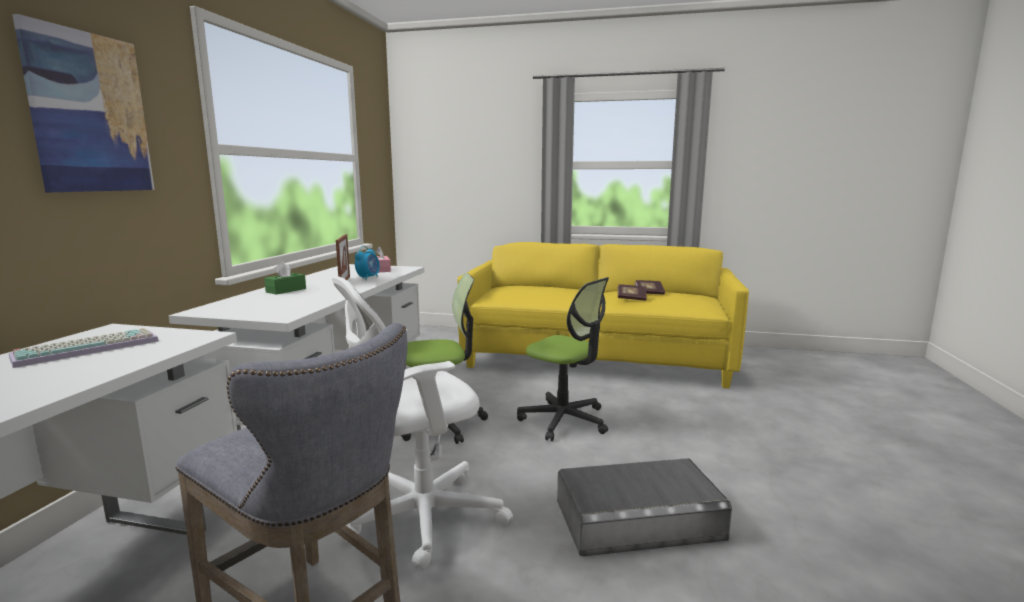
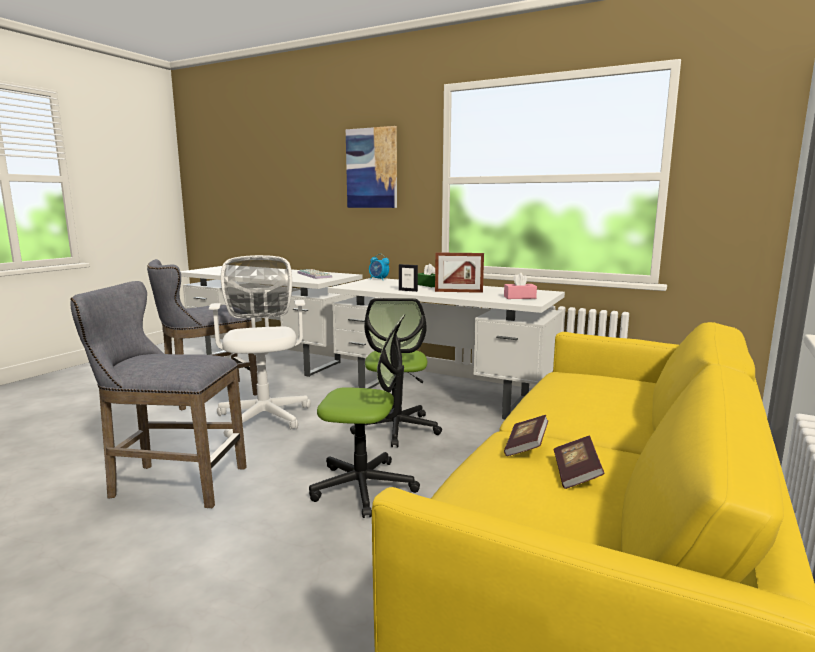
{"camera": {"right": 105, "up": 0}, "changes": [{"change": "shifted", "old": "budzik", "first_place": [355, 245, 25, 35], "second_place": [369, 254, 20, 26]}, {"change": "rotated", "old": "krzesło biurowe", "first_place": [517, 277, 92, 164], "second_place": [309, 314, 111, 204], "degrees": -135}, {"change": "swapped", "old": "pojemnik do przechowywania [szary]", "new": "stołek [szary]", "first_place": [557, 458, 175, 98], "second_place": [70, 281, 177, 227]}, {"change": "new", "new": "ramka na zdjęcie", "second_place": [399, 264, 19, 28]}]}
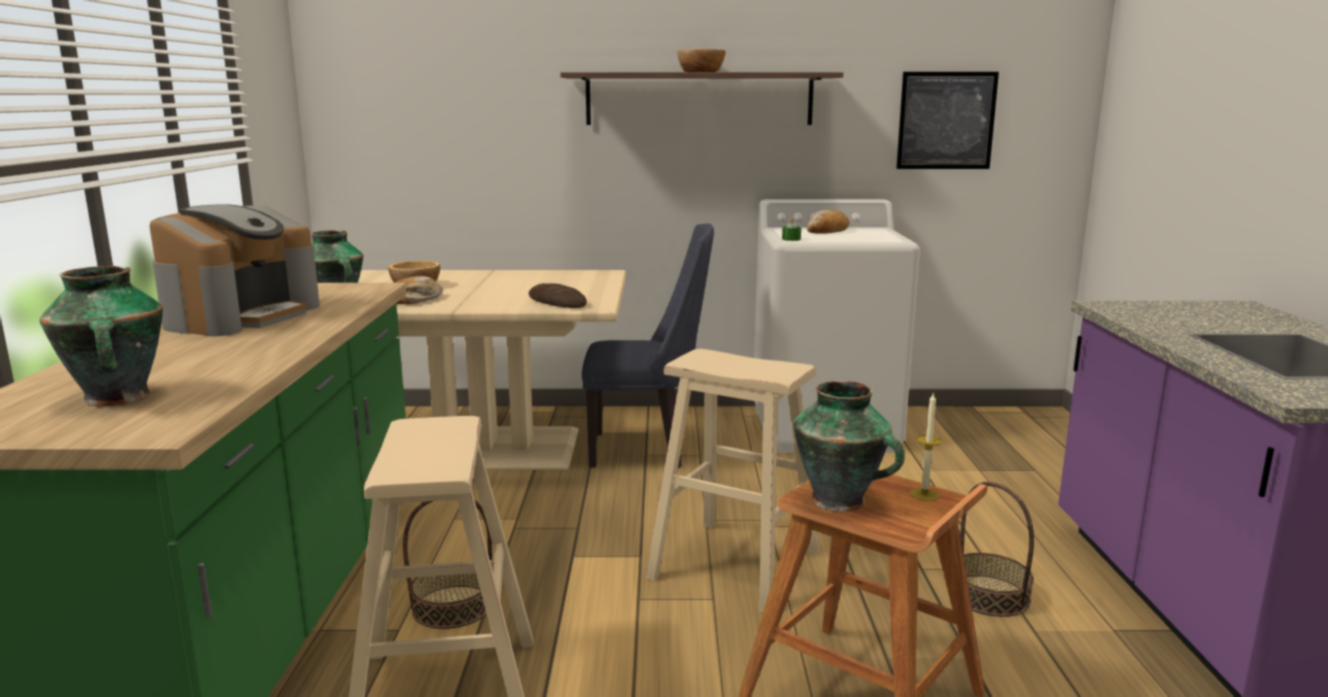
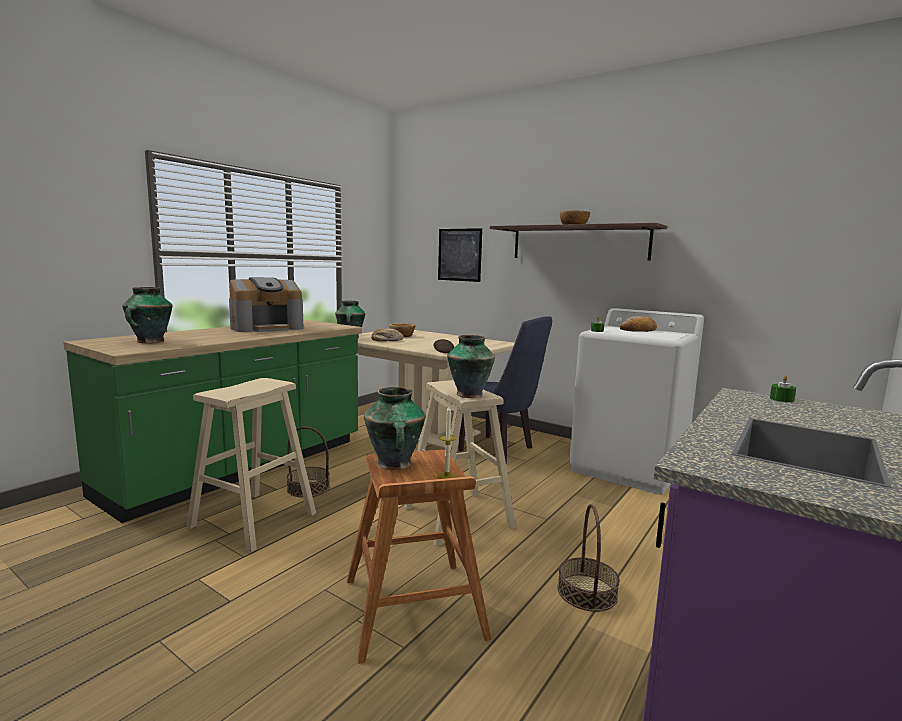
{"camera": {"right": 35, "up": -5}, "changes": [{"change": "shifted", "old": "obraz", "first_place": [896, 72, 103, 97], "second_place": [438, 228, 44, 54]}, {"change": "new", "new": "wazon", "second_place": [447, 335, 48, 63]}, {"change": "new", "new": "świeca [zielony]", "second_place": [770, 375, 26, 27]}]}
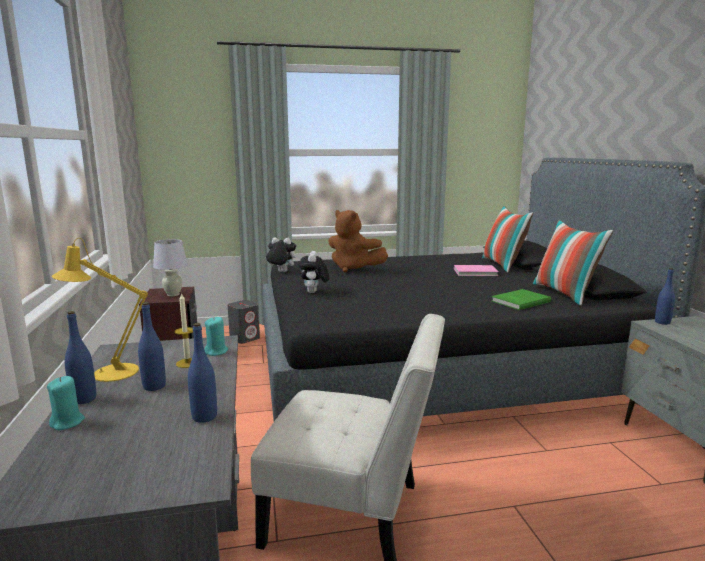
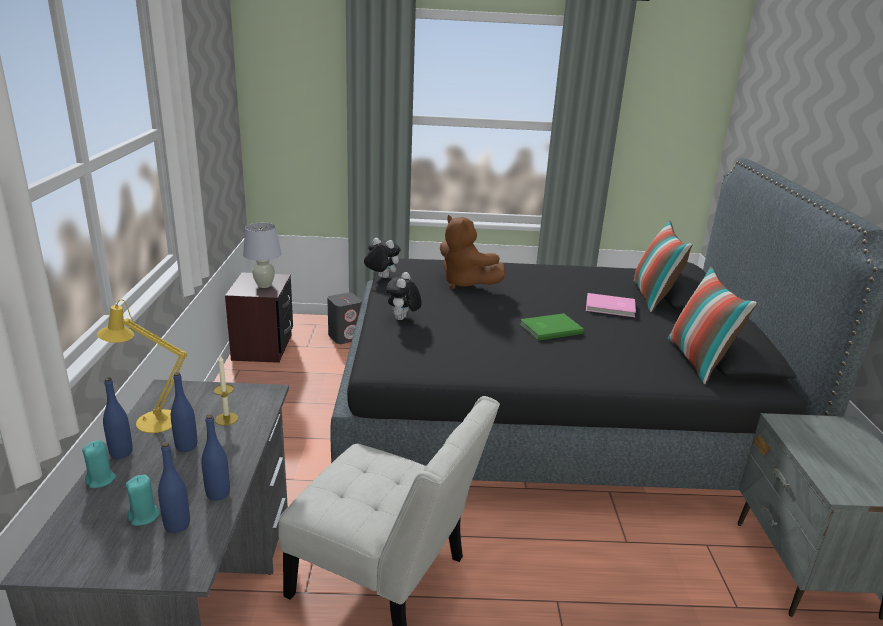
{"camera": {"right": 10, "up": 10}, "changes": [{"change": "shifted", "old": "butelka [niebieski]", "first_place": [655, 268, 20, 57], "second_place": [158, 442, 32, 91]}, {"change": "shifted", "old": "książka [zielony]", "first_place": [491, 289, 60, 21], "second_place": [520, 313, 64, 28]}, {"change": "shifted", "old": "świeca [turkusowy]", "first_place": [204, 317, 24, 39], "second_place": [126, 475, 34, 51]}]}
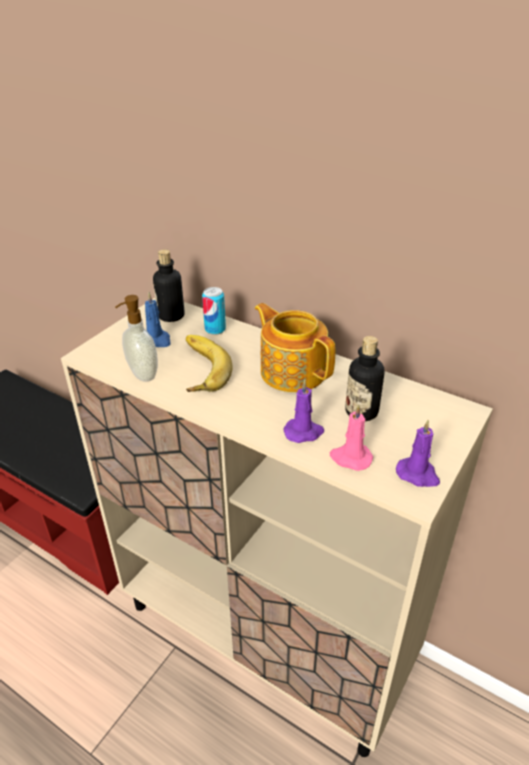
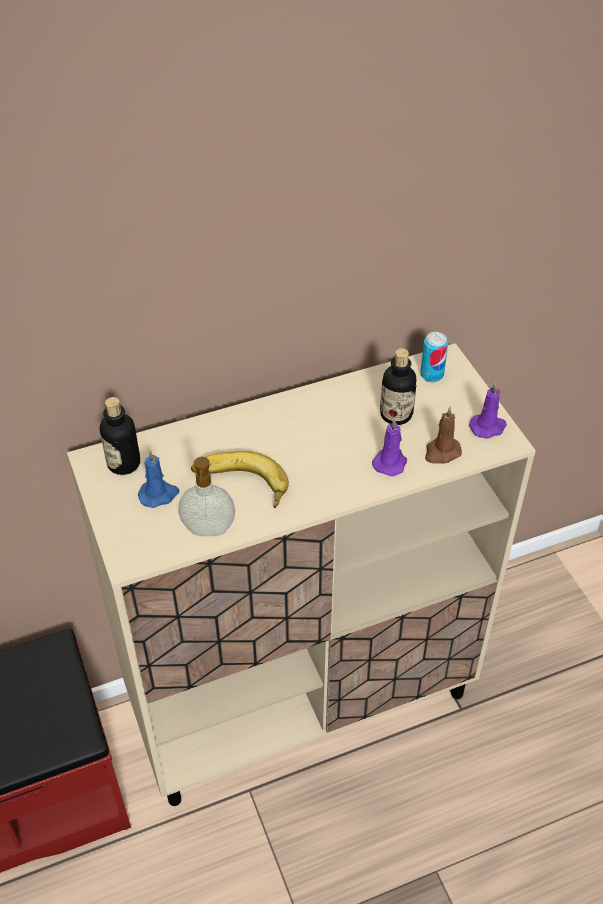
{"camera": {"right": -55, "up": 10}, "changes": [{"change": "shifted", "old": "puszka", "first_place": [202, 287, 24, 48], "second_place": [420, 332, 28, 50]}, {"change": "gone", "old": "imbryk", "first_place": [255, 303, 81, 89]}, {"change": "repainted", "old": "świeca [różowy]", "new": "świeca [brązowy]", "first_place": [330, 404, 43, 67], "second_place": [425, 407, 37, 57]}]}
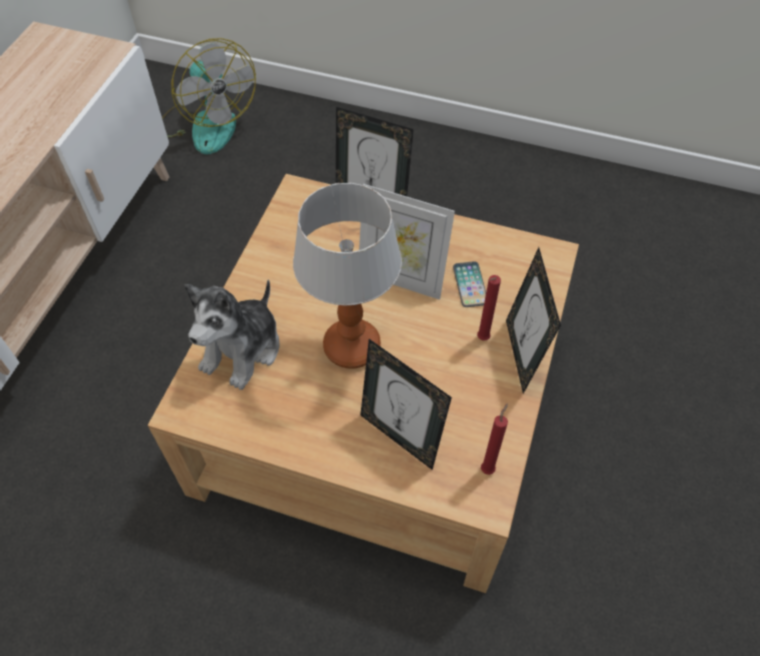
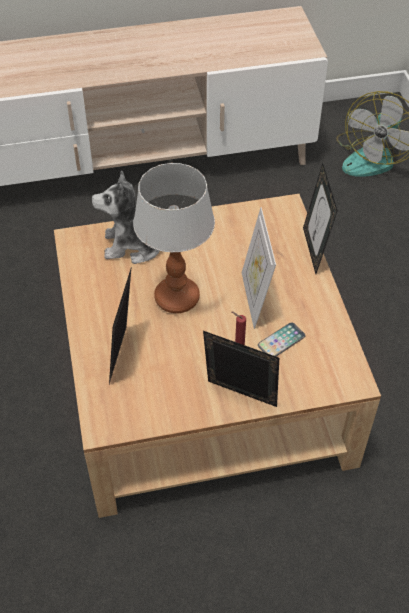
{"camera": {"right": 60, "up": -5}, "changes": [{"change": "rotated", "old": "ramka na zdjęcie", "first_place": [506, 247, 55, 147], "second_place": [203, 331, 76, 76], "degrees": 60}, {"change": "gone", "old": "świeca [czerwony]", "first_place": [481, 403, 27, 72]}]}
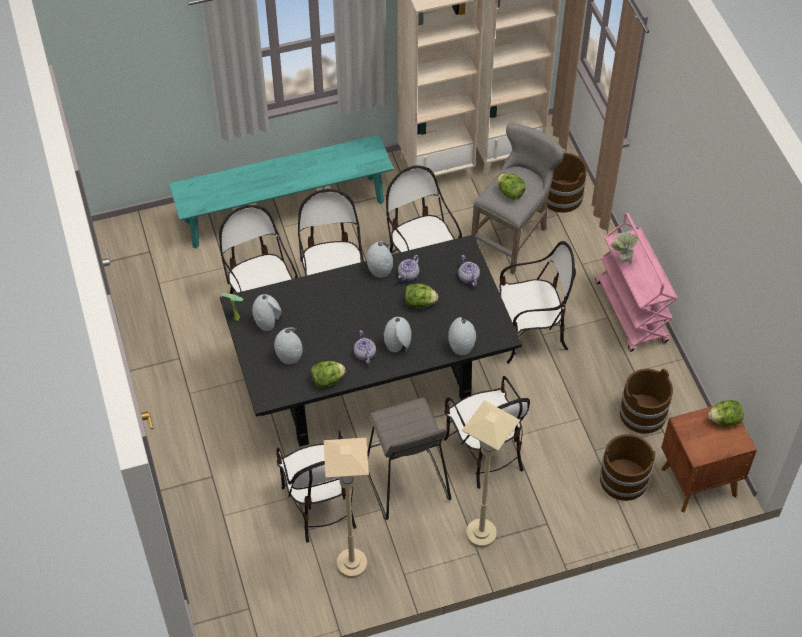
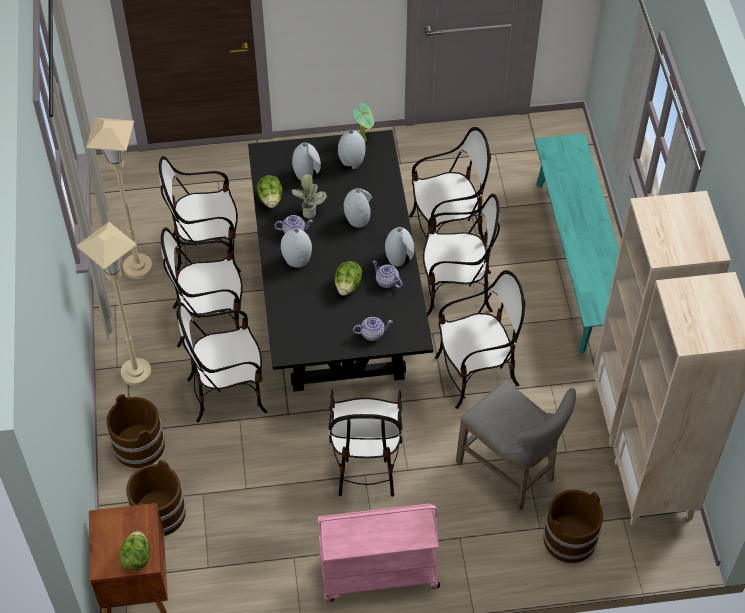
{"camera": {"right": 100, "up": 0}, "changes": [{"change": "gone", "old": "sałata", "first_place": [497, 173, 29, 27]}, {"change": "shifted", "old": "roślina doniczkowa", "first_place": [610, 231, 29, 33], "second_place": [292, 174, 35, 44]}, {"change": "shifted", "old": "wazon [szary]", "first_place": [448, 317, 28, 38], "second_place": [344, 188, 28, 40]}, {"change": "shifted", "old": "wiadro [brązowy]", "first_place": [620, 369, 53, 65], "second_place": [106, 394, 59, 74]}, {"change": "swapped", "old": "stołek [szary]", "new": "krzesło", "first_place": [367, 397, 84, 123], "second_place": [161, 227, 82, 120]}]}
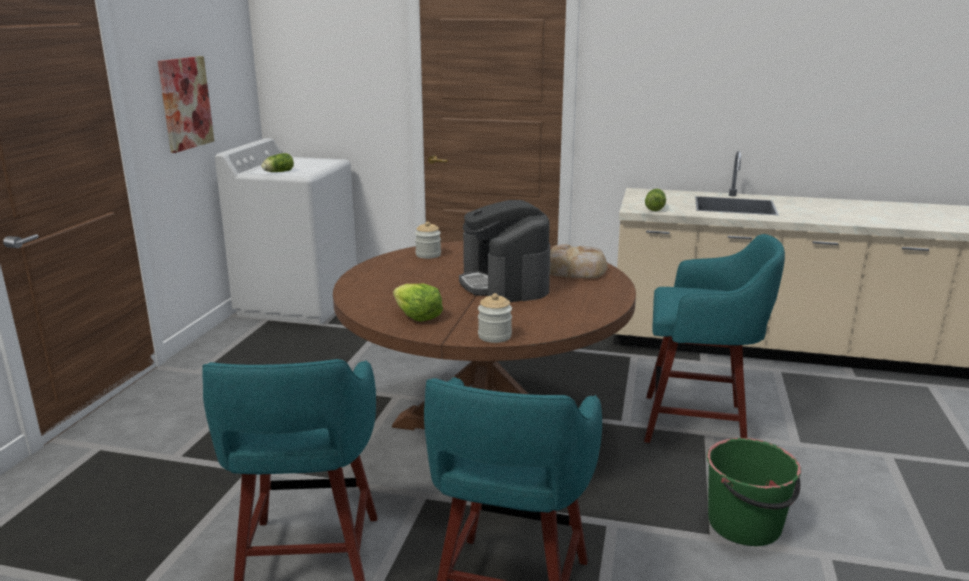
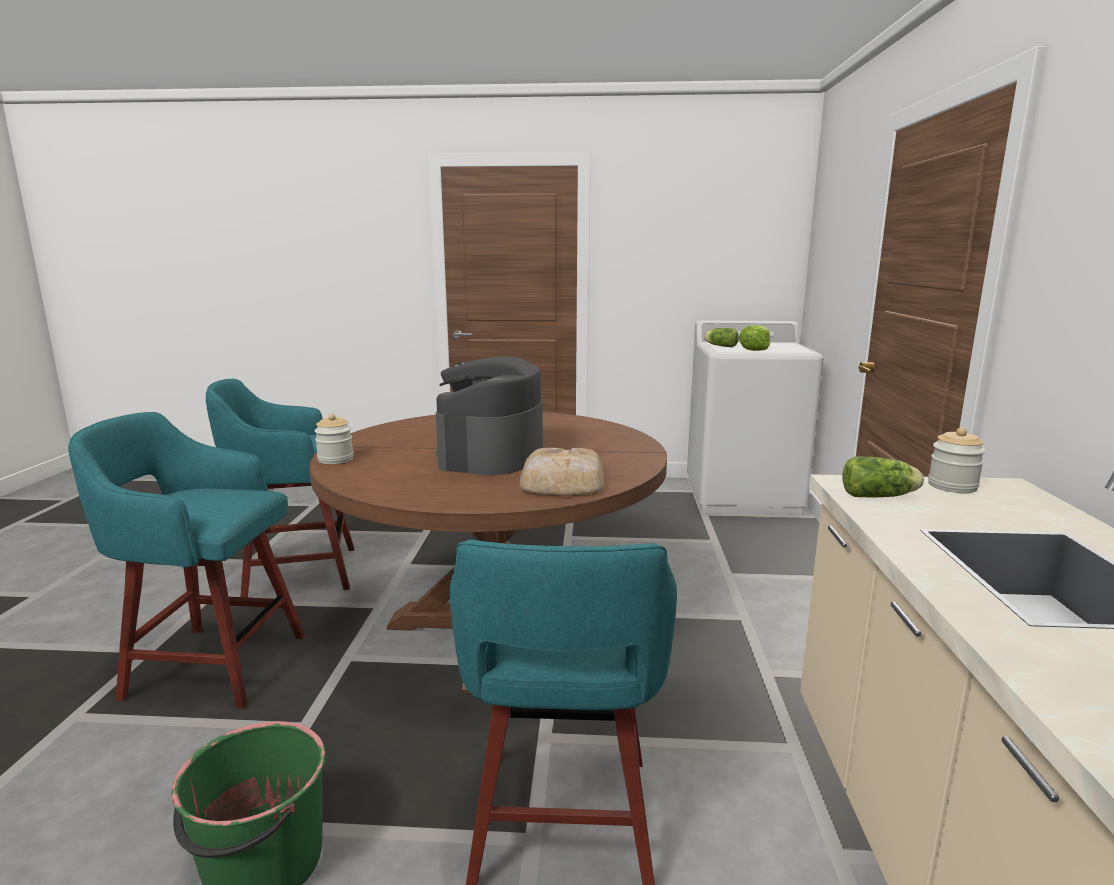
{"camera": {"right": 80, "up": -5}, "changes": [{"change": "gone", "old": "obraz", "first_place": [158, 56, 56, 97]}, {"change": "rotated", "old": "ekspres do kawy", "first_place": [459, 200, 91, 102], "second_place": [436, 356, 107, 119], "degrees": -45}, {"change": "shifted", "old": "słoik", "first_place": [415, 221, 26, 38], "second_place": [928, 427, 58, 66]}, {"change": "shifted", "old": "sałata", "first_place": [393, 284, 50, 38], "second_place": [739, 325, 31, 26]}]}
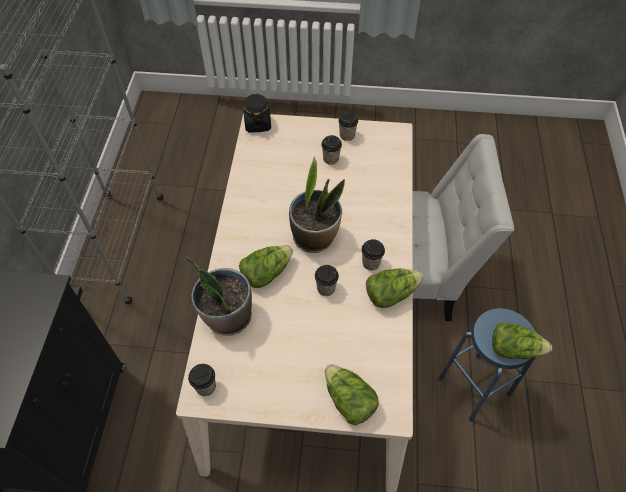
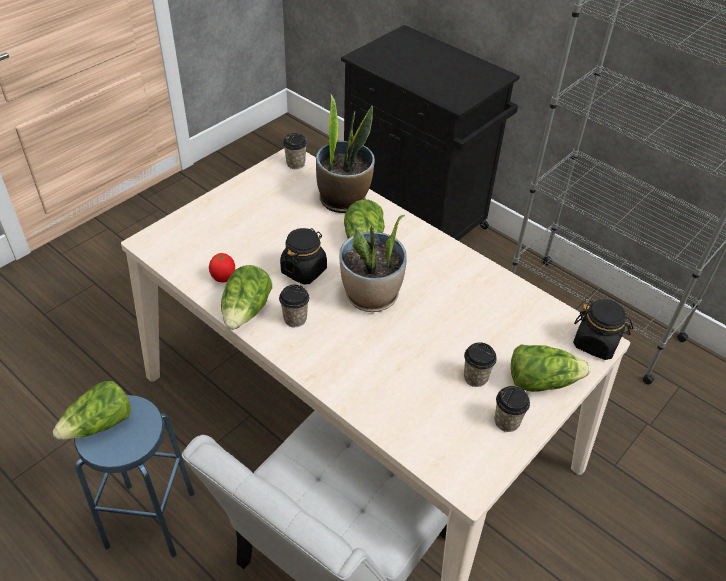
{"camera": {"right": 125, "up": -10}, "changes": [{"change": "swapped", "old": "filiżanka", "new": "słoik [czarny]", "first_place": [315, 265, 24, 31], "second_place": [280, 228, 47, 57]}, {"change": "shifted", "old": "sałata", "first_place": [325, 364, 54, 61], "second_place": [511, 345, 80, 47]}, {"change": "new", "new": "pomidor", "second_place": [209, 253, 26, 29]}]}
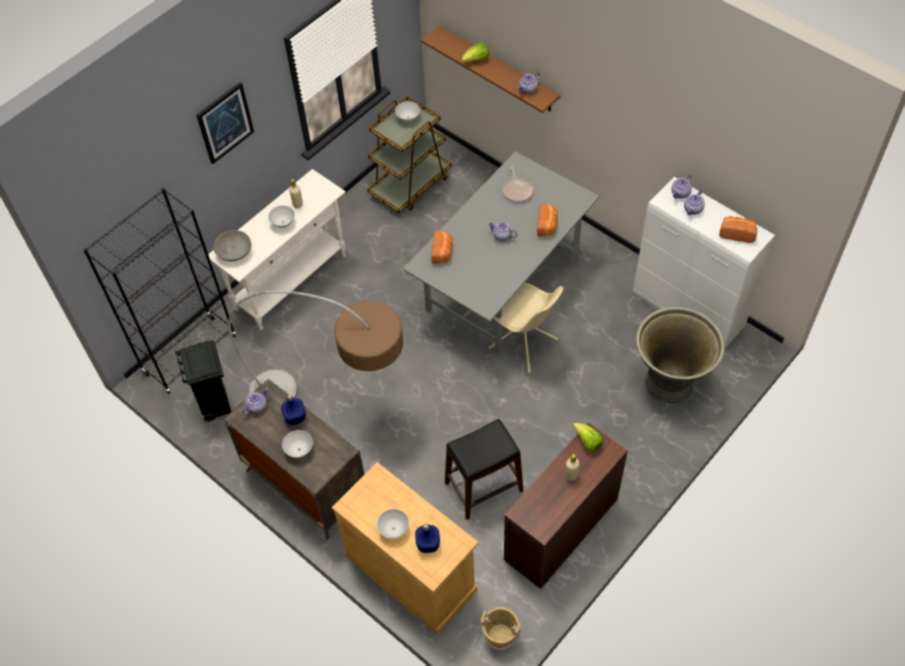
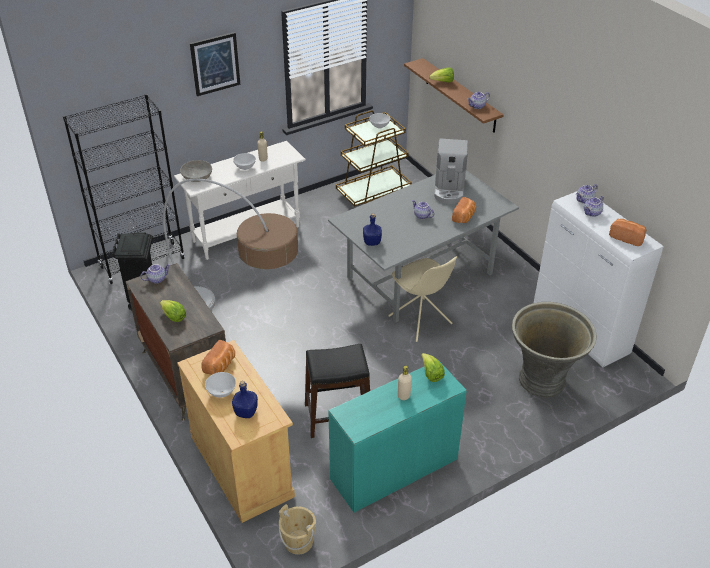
{"camera": {"right": 15, "up": -15}, "changes": [{"change": "swapped", "old": "patelnia", "new": "ekspres do kawy", "first_place": [503, 165, 31, 37], "second_place": [434, 139, 34, 65]}, {"change": "shifted", "old": "chleb", "first_place": [431, 230, 22, 34], "second_place": [201, 340, 34, 35]}, {"change": "shifted", "old": "butelka [niebieski]", "first_place": [281, 395, 25, 30], "second_place": [363, 213, 19, 33]}, {"change": "repainted", "old": "biurko [brązowy]", "new": "biurko [turkusowy]", "first_place": [504, 422, 124, 167], "second_place": [328, 360, 139, 153]}, {"change": "swapped", "old": "miska [biały]", "new": "sałata", "first_place": [282, 430, 31, 28], "second_place": [160, 300, 26, 22]}]}
